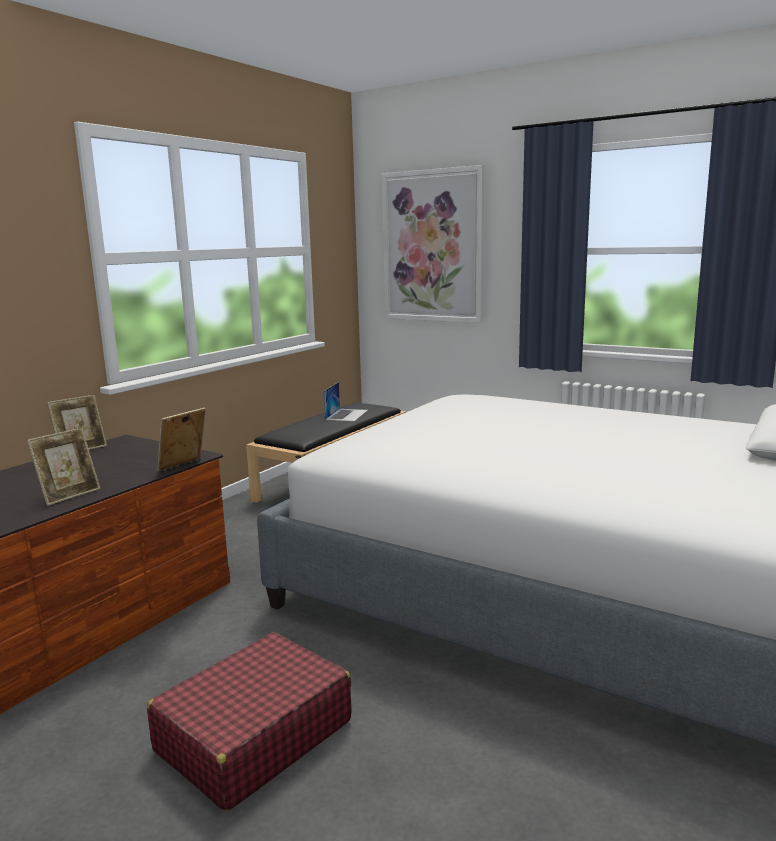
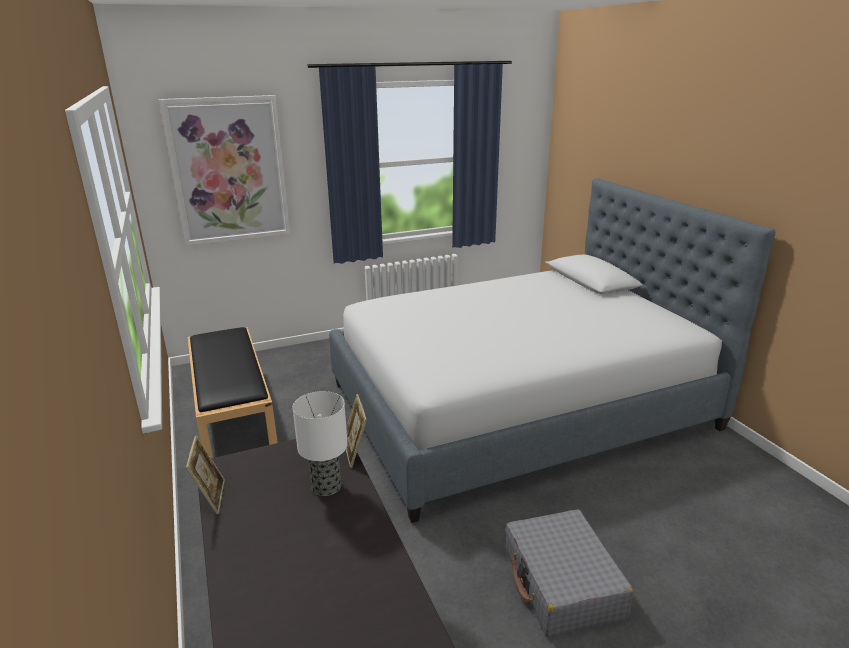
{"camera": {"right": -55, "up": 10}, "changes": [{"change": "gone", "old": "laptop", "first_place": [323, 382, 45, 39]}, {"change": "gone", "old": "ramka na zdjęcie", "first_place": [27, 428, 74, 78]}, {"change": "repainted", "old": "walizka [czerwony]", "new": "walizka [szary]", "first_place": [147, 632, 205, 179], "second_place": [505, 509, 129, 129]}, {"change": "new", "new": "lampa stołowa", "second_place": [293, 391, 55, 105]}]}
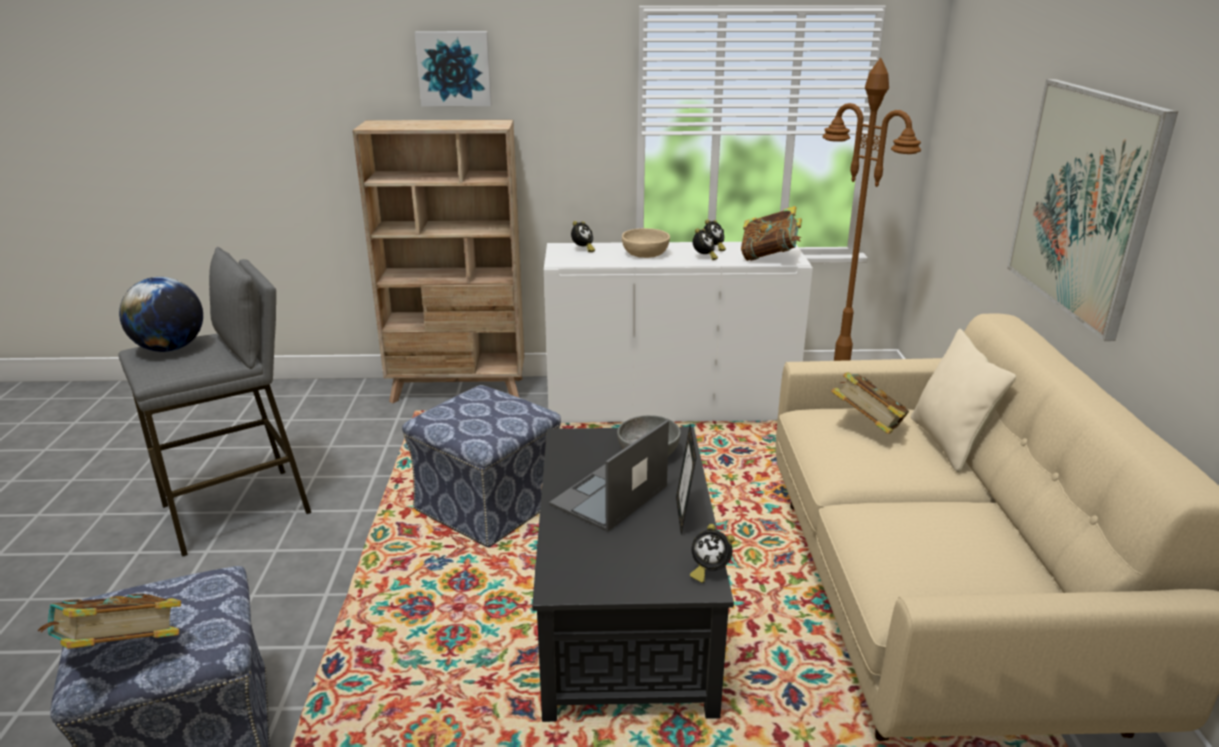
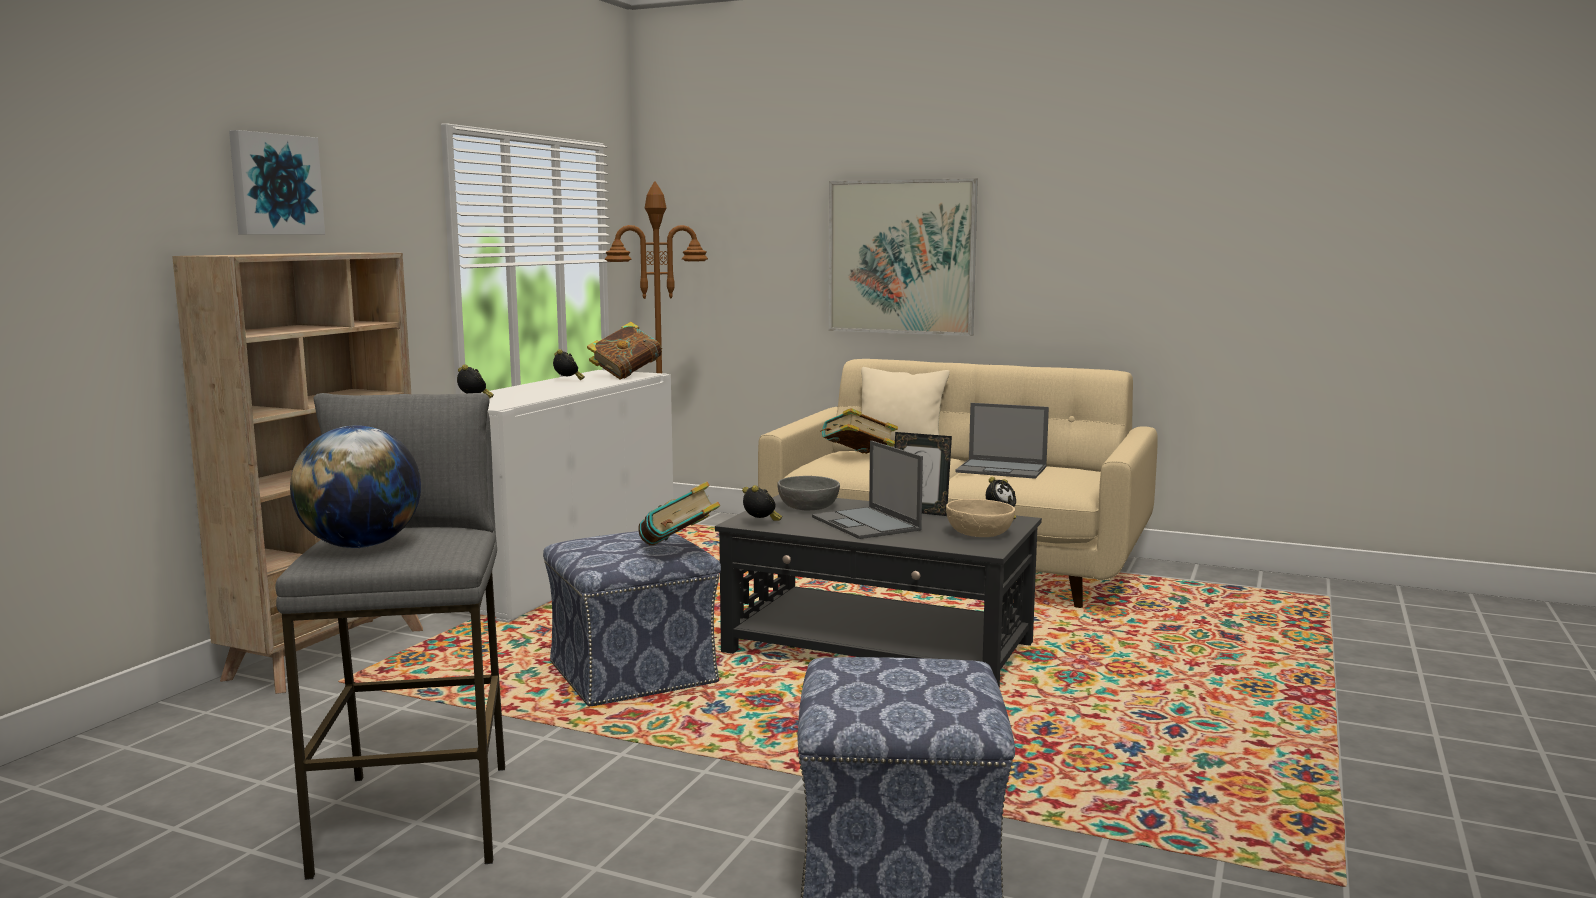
{"camera": {"right": -65, "up": -15}, "changes": [{"change": "shifted", "old": "miska [beżowy]", "first_place": [622, 228, 48, 30], "second_place": [946, 499, 69, 38]}, {"change": "shifted", "old": "budzik", "first_place": [693, 228, 25, 32], "second_place": [742, 485, 40, 36]}, {"change": "shifted", "old": "książka", "first_place": [37, 593, 144, 56], "second_place": [638, 482, 82, 63]}, {"change": "new", "new": "laptop", "second_place": [956, 403, 93, 76]}]}
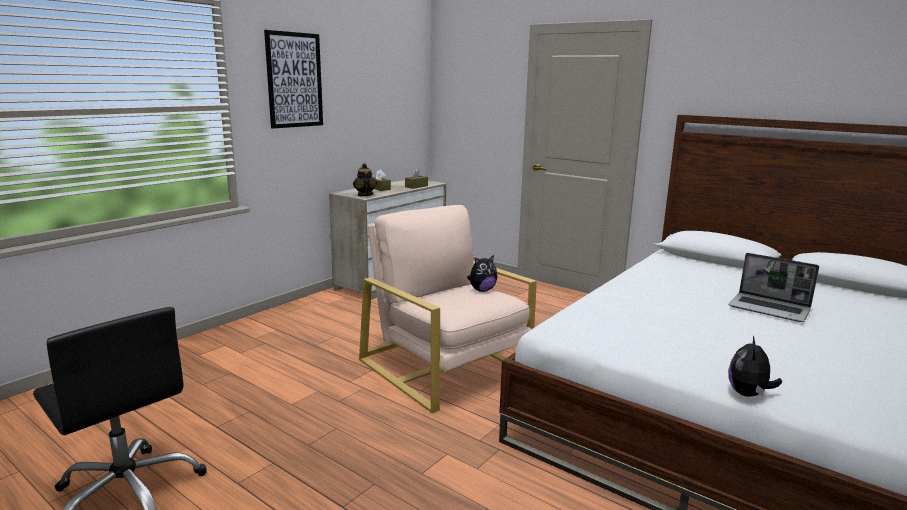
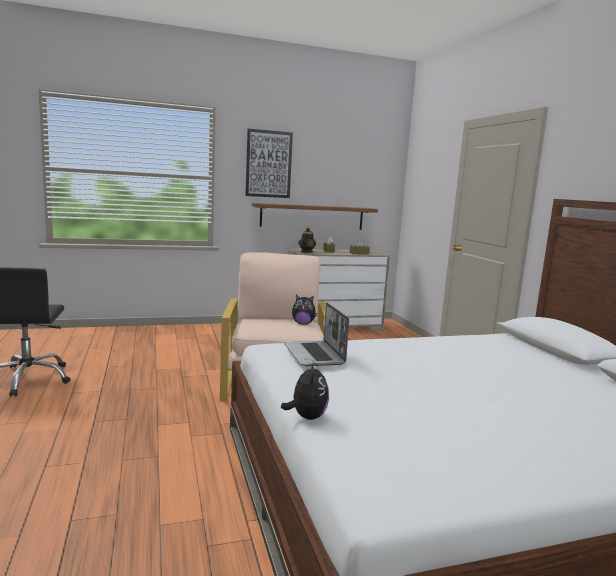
{"camera": {"right": 35, "up": -5}, "changes": [{"change": "shifted", "old": "laptop", "first_place": [729, 253, 90, 69], "second_place": [284, 302, 65, 64]}, {"change": "rotated", "old": "pluszak", "first_place": [728, 336, 54, 61], "second_place": [281, 362, 48, 58], "degrees": 120}, {"change": "new", "new": "półka [brązowy]", "second_place": [252, 203, 126, 27]}]}
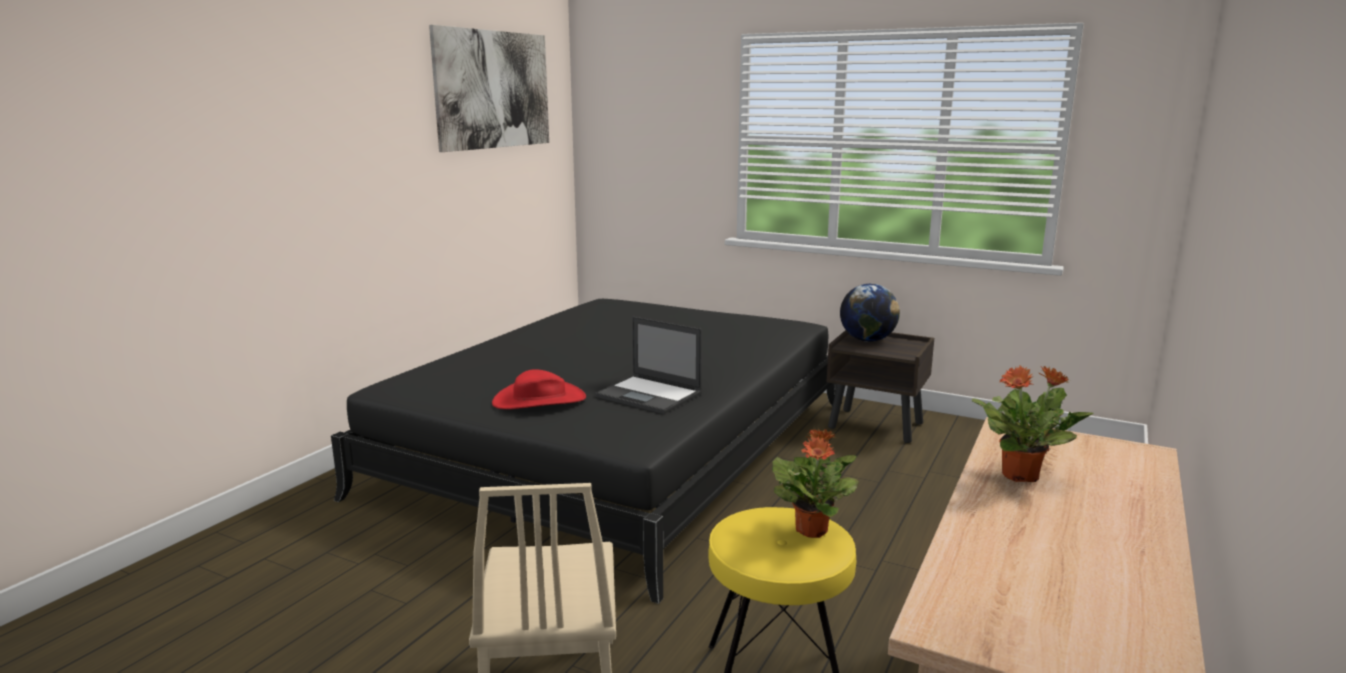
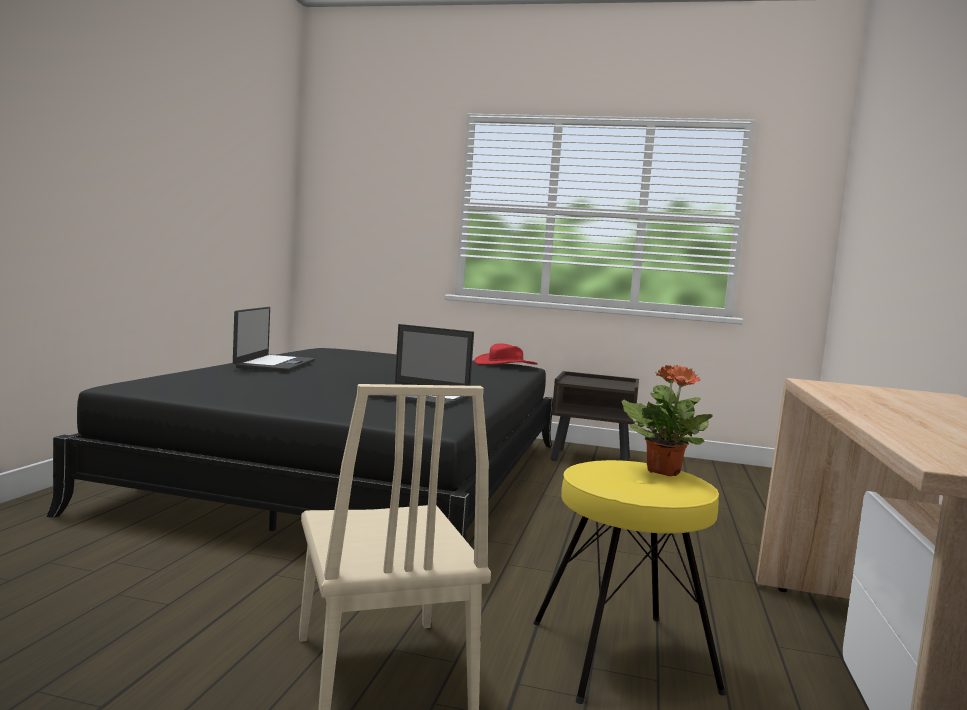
{"camera": {"right": -15, "up": -10}, "changes": [{"change": "gone", "old": "obraz", "first_place": [429, 25, 120, 127]}, {"change": "gone", "old": "globus", "first_place": [840, 284, 60, 58]}, {"change": "gone", "old": "roślina doniczkowa", "first_place": [972, 365, 121, 117]}, {"change": "shifted", "old": "kapelusz [czerwony]", "first_place": [492, 370, 94, 39], "second_place": [474, 343, 64, 22]}, {"change": "new", "new": "laptop", "second_place": [233, 307, 82, 65]}]}
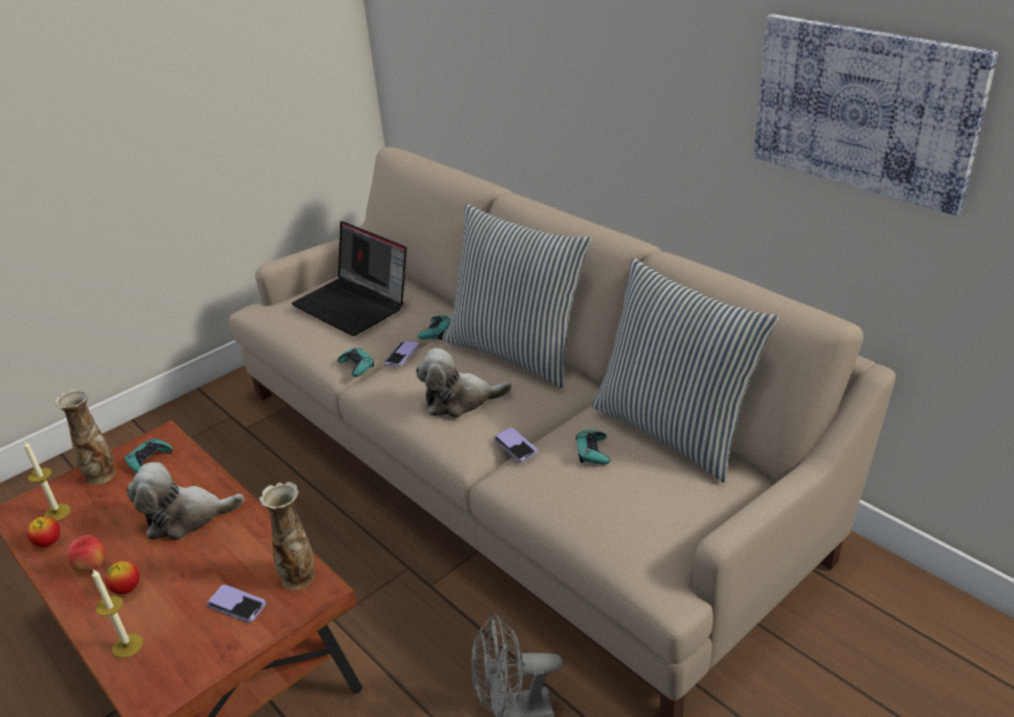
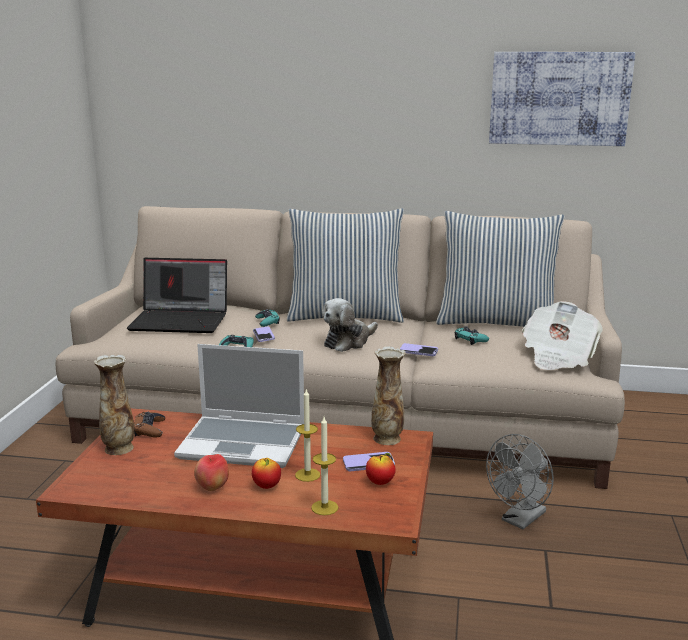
{"camera": {"right": -40, "up": -15}, "changes": [{"change": "repainted", "old": "pad do gier [turkusowy]", "new": "pad do gier [brązowy]", "first_place": [125, 438, 48, 35], "second_place": [134, 411, 31, 26]}, {"change": "shifted", "old": "świeca", "first_place": [24, 440, 47, 81], "second_place": [295, 389, 25, 93]}, {"change": "swapped", "old": "pluszak", "new": "laptop", "first_place": [127, 462, 117, 78], "second_place": [174, 344, 130, 124]}, {"change": "shifted", "old": "jabłko", "first_place": [27, 517, 33, 30], "second_place": [366, 453, 30, 32]}, {"change": "new", "new": "gazeta", "second_place": [522, 301, 81, 69]}]}
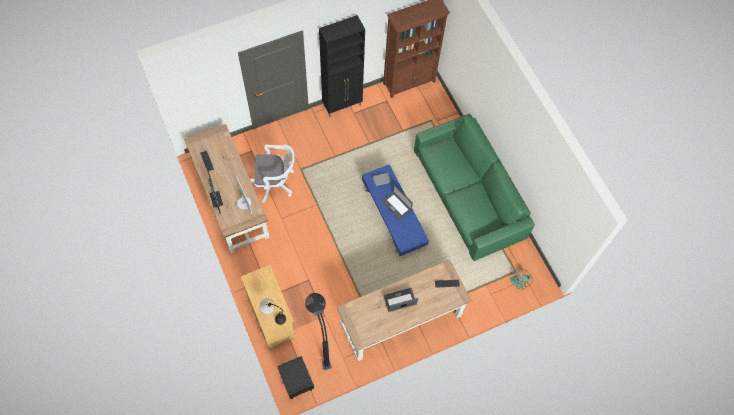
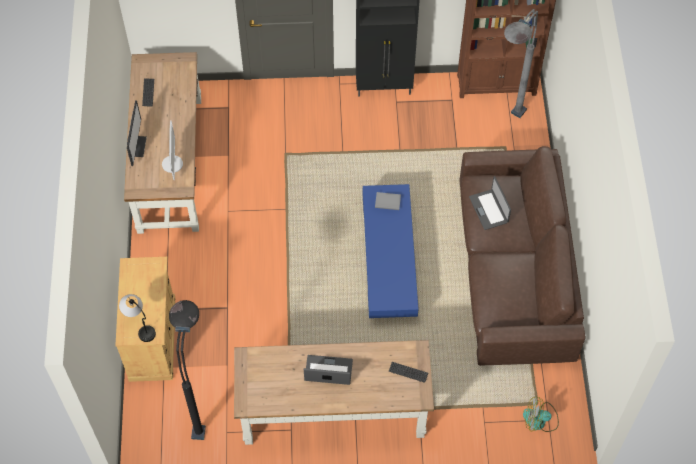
{"camera": {"right": 25, "up": -5}, "changes": [{"change": "repainted", "old": "kanapa [zielony]", "new": "kanapa [brązowy]", "first_place": [414, 114, 121, 147], "second_place": [459, 146, 126, 220]}, {"change": "gone", "old": "krzesło biurowe [biały]", "first_place": [250, 144, 45, 59]}, {"change": "shifted", "old": "laptop", "first_place": [381, 185, 32, 35], "second_place": [469, 176, 42, 54]}, {"change": "gone", "old": "szafka nocna [czarny]", "first_place": [277, 356, 37, 43]}, {"change": "new", "new": "lampa stojąca [szary]", "second_place": [504, 9, 34, 109]}]}
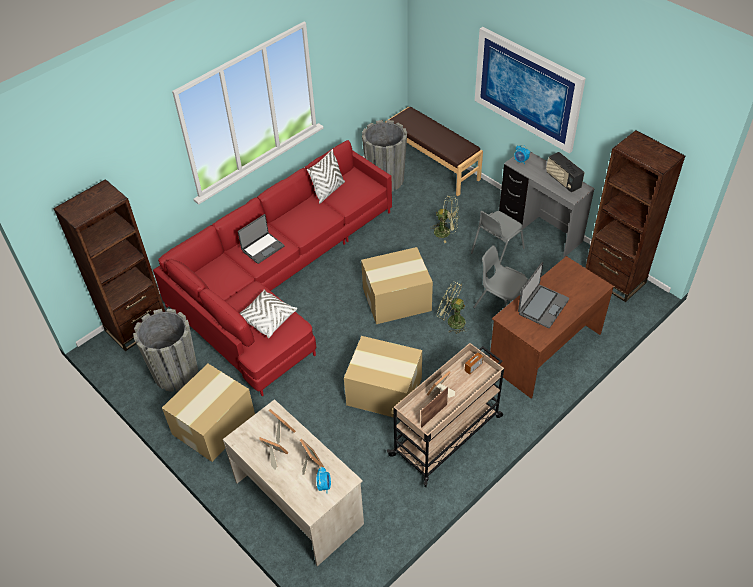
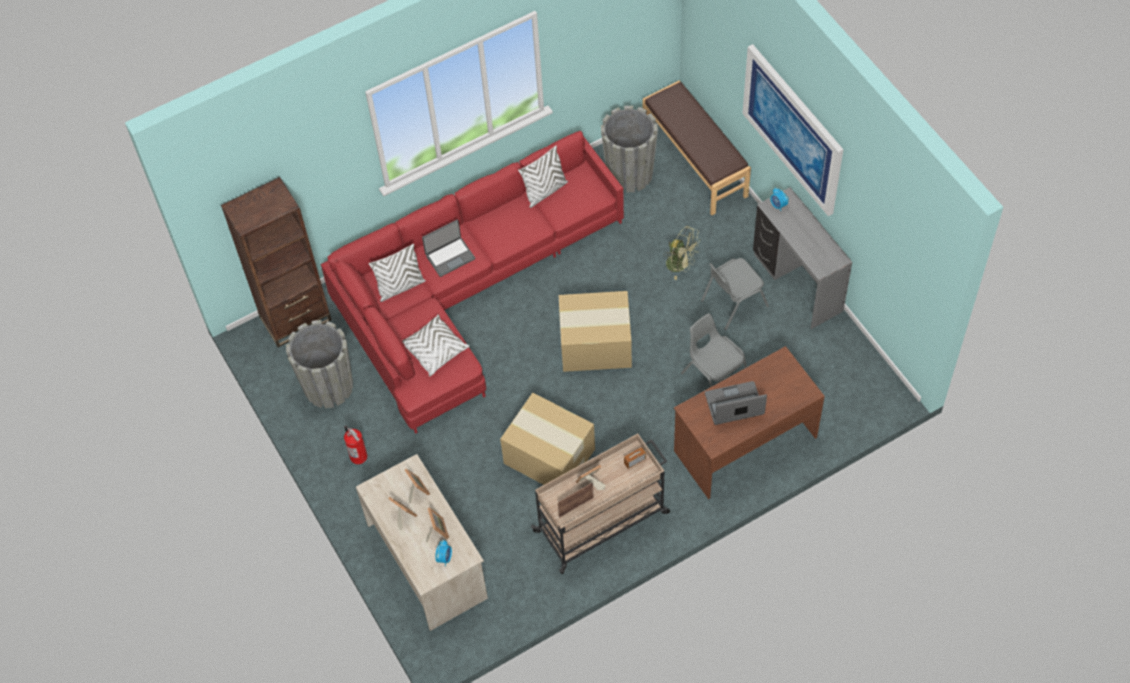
{"camera": {"right": 15, "up": 10}, "changes": [{"change": "gone", "old": "regał [brązowy]", "first_place": [585, 130, 100, 172]}, {"change": "gone", "old": "radio", "first_place": [546, 152, 39, 41]}, {"change": "rotated", "old": "laptop", "first_place": [518, 262, 51, 66], "second_place": [705, 381, 62, 44], "degrees": -150}, {"change": "gone", "old": "wentylator [zielony]", "first_place": [437, 282, 31, 52]}, {"change": "swapped", "old": "karton", "new": "gaśnica", "first_place": [162, 363, 93, 99], "second_place": [344, 426, 23, 38]}, {"change": "new", "new": "poduszka [biały]", "second_place": [369, 244, 57, 58]}]}
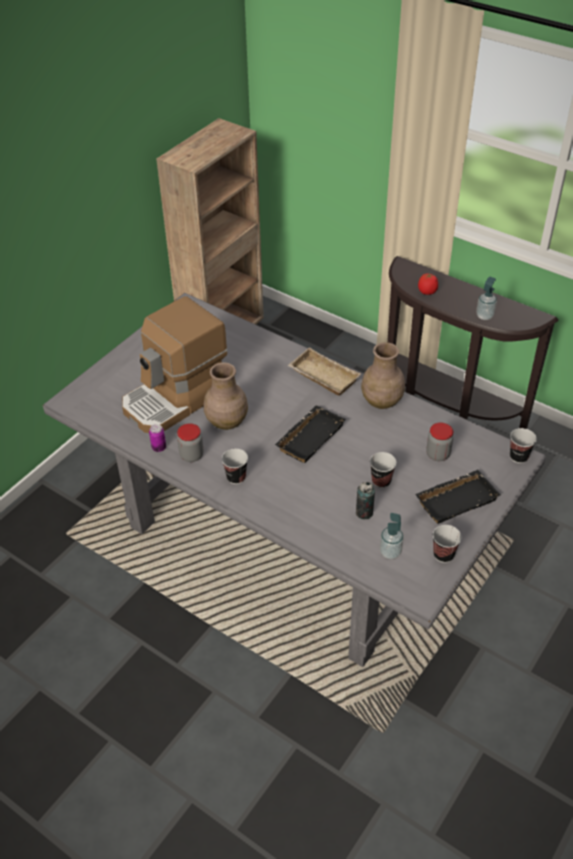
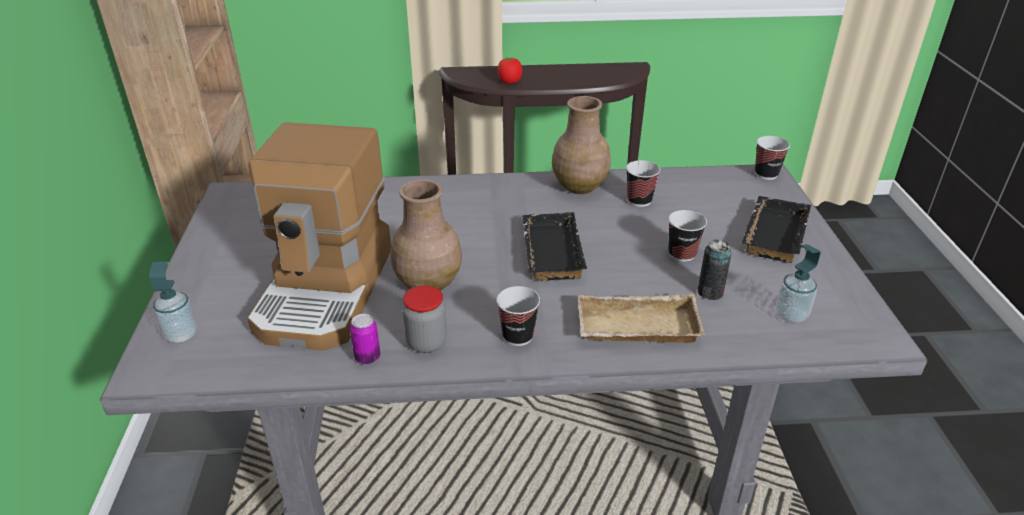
{"camera": {"right": -40, "up": -10}, "changes": [{"change": "shifted", "old": "dozownik mydła", "first_place": [476, 277, 21, 43], "second_place": [149, 262, 48, 81]}, {"change": "shifted", "old": "taca [beżowy]", "first_place": [288, 347, 73, 48], "second_place": [578, 293, 127, 50]}, {"change": "gone", "old": "słoik", "first_place": [427, 423, 26, 38]}, {"change": "shifted", "old": "filiżanka", "first_place": [433, 525, 29, 38], "second_place": [626, 160, 34, 47]}]}
